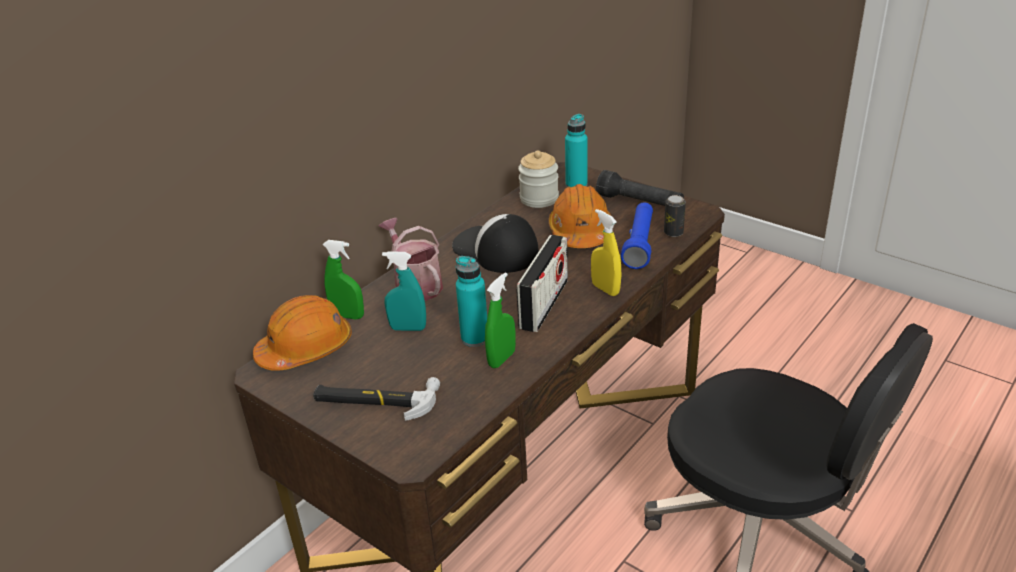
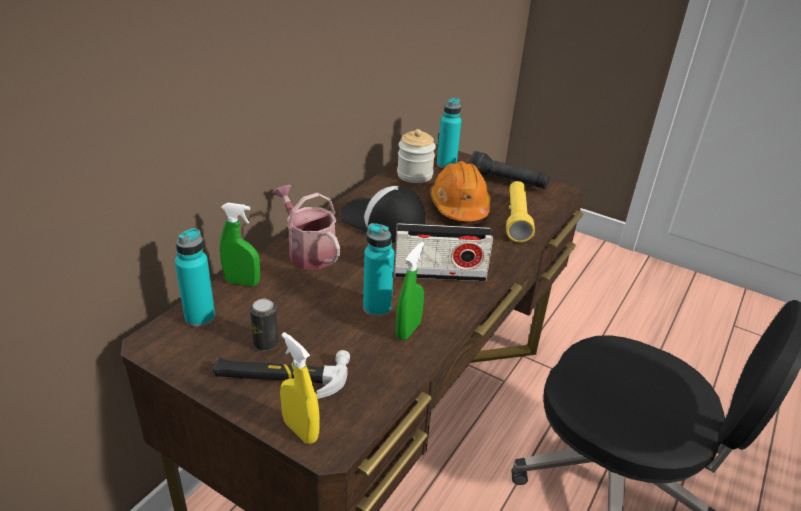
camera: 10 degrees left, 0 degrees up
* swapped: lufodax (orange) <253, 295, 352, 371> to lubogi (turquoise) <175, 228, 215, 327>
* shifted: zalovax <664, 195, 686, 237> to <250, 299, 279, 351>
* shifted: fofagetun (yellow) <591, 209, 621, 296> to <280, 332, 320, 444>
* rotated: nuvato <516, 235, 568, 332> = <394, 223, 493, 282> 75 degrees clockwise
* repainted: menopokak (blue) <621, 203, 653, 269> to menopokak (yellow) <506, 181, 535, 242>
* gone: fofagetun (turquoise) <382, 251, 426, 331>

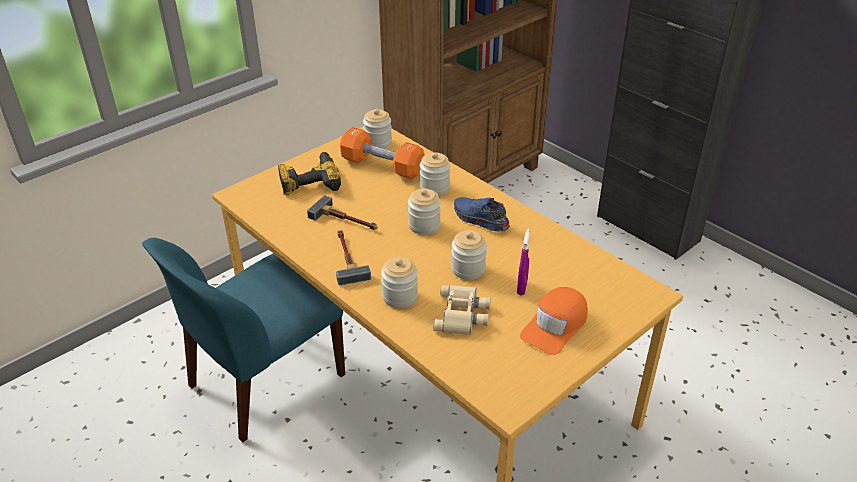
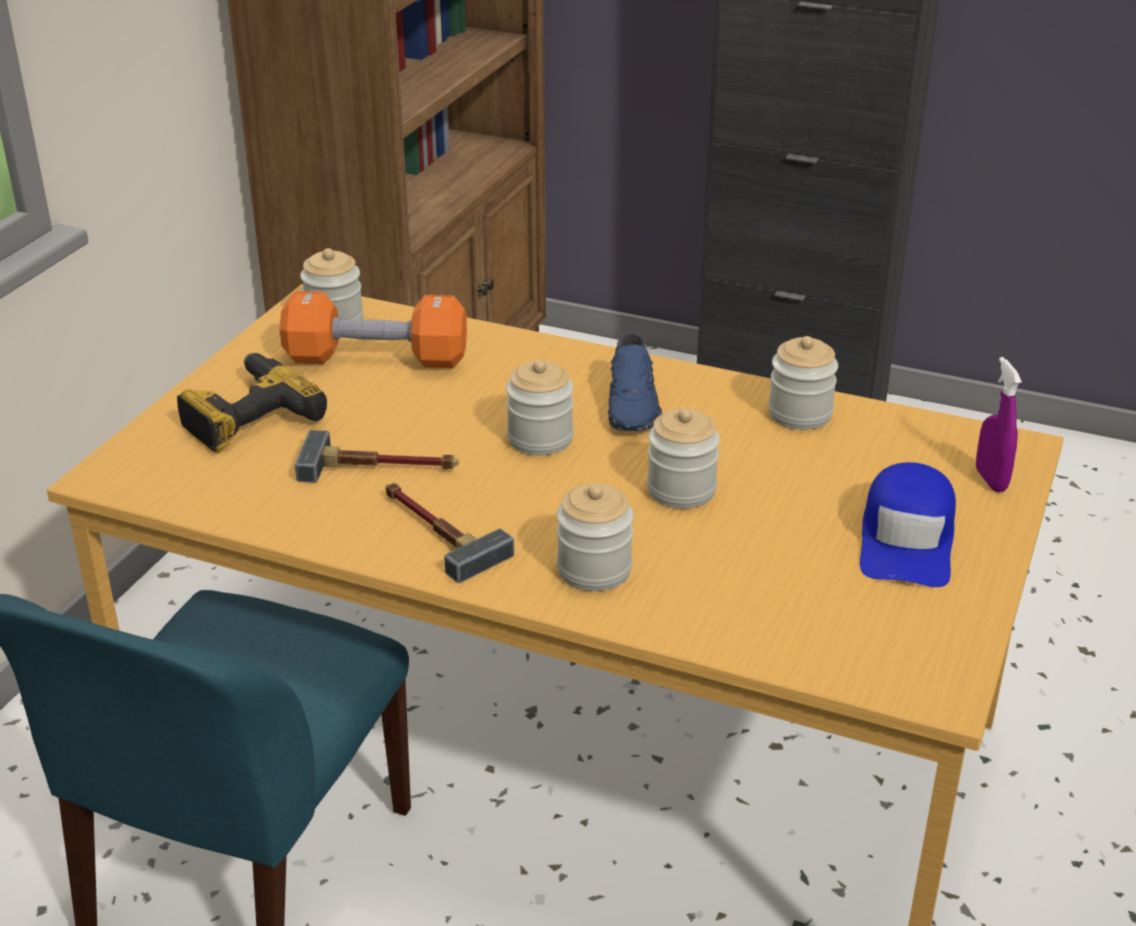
camera: 25 degrees left, 5 degrees down
* rotated: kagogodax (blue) <454, 197, 510, 232> = <608, 333, 662, 431> 105 degrees counterclockwise
* shifted: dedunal <420, 152, 450, 196> to <768, 336, 838, 430>
* repainted: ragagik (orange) <520, 287, 588, 355> to ragagik (blue) <860, 462, 956, 587>
* shifted: fofagetun (purple) <517, 229, 530, 295> to <976, 357, 1022, 492>
* gone: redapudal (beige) <434, 285, 491, 335>

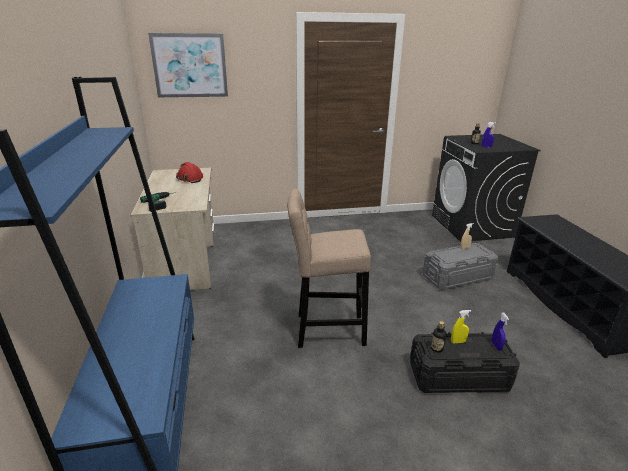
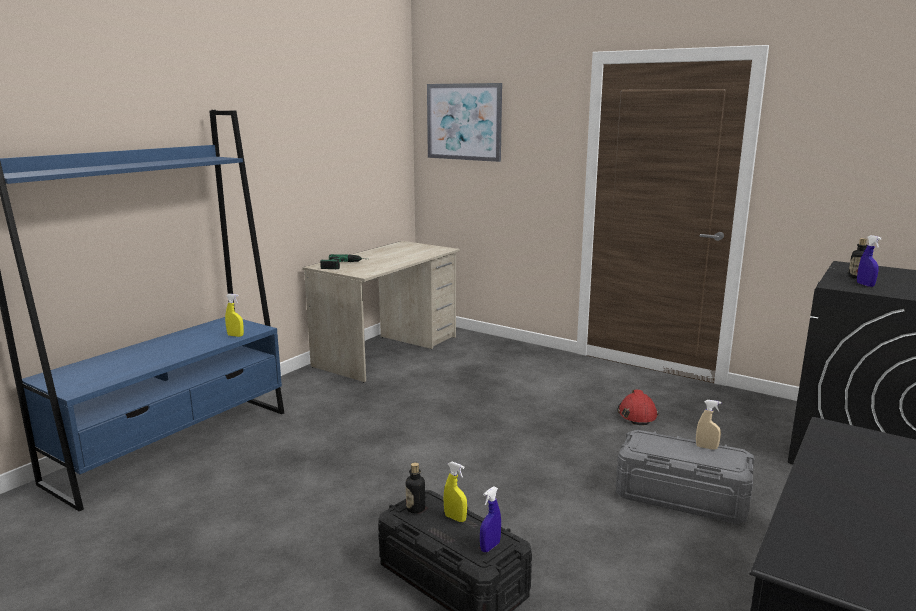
camera: 45 degrees right, 10 degrees down
* new: fofagetun (yellow) <225, 294, 244, 337>
* shifted: lufodax (red) <176, 162, 203, 183> to <617, 389, 658, 425>
* gone: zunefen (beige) <287, 188, 371, 348>

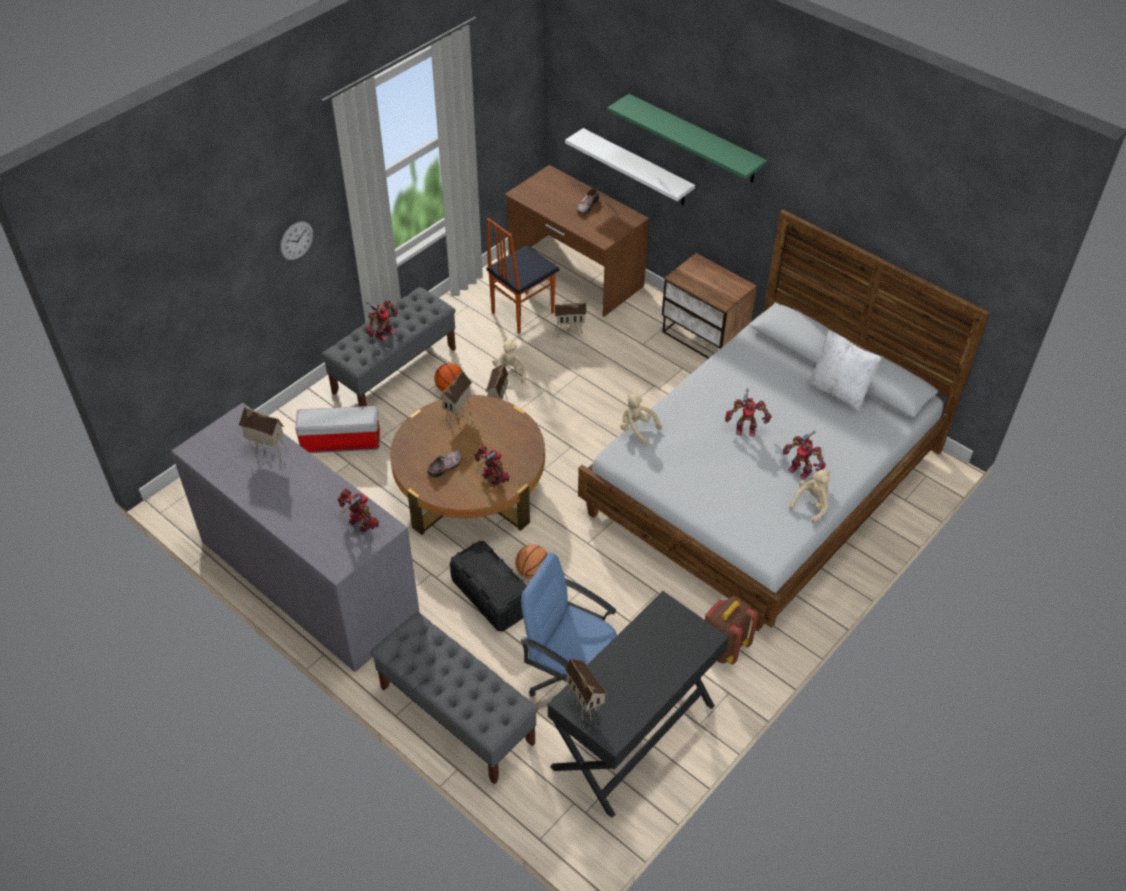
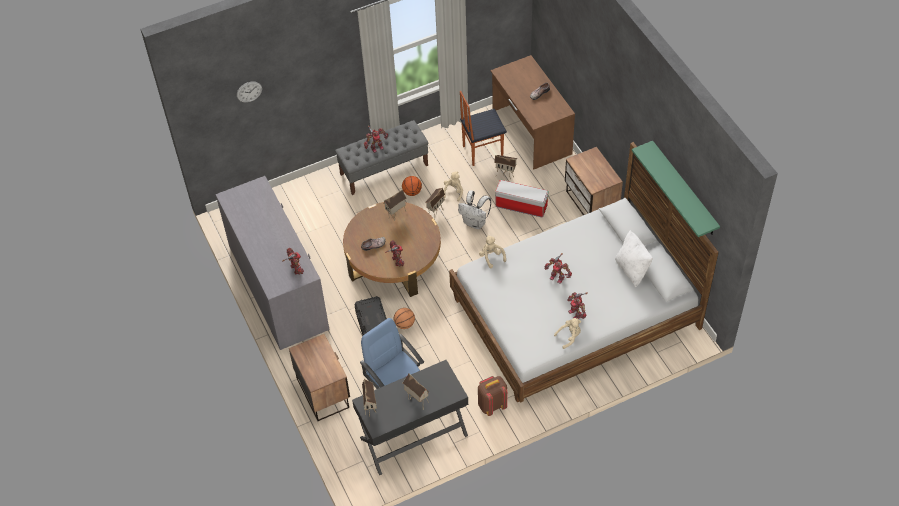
camera: 25 degrees right, 5 degrees up
* shifted: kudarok <280, 221, 313, 260> to <237, 81, 262, 103>
* swapped: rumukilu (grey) <371, 612, 538, 784> to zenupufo <289, 334, 350, 421>
* shifted: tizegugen <239, 406, 288, 460> to <403, 373, 430, 404>
* new: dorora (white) <458, 190, 491, 229>
* shifted: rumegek <295, 406, 380, 453> to <495, 180, 549, 217>
* shifted: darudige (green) <607, 94, 767, 183> to <632, 141, 720, 237>
* gone: darudige (white) <565, 128, 695, 205>

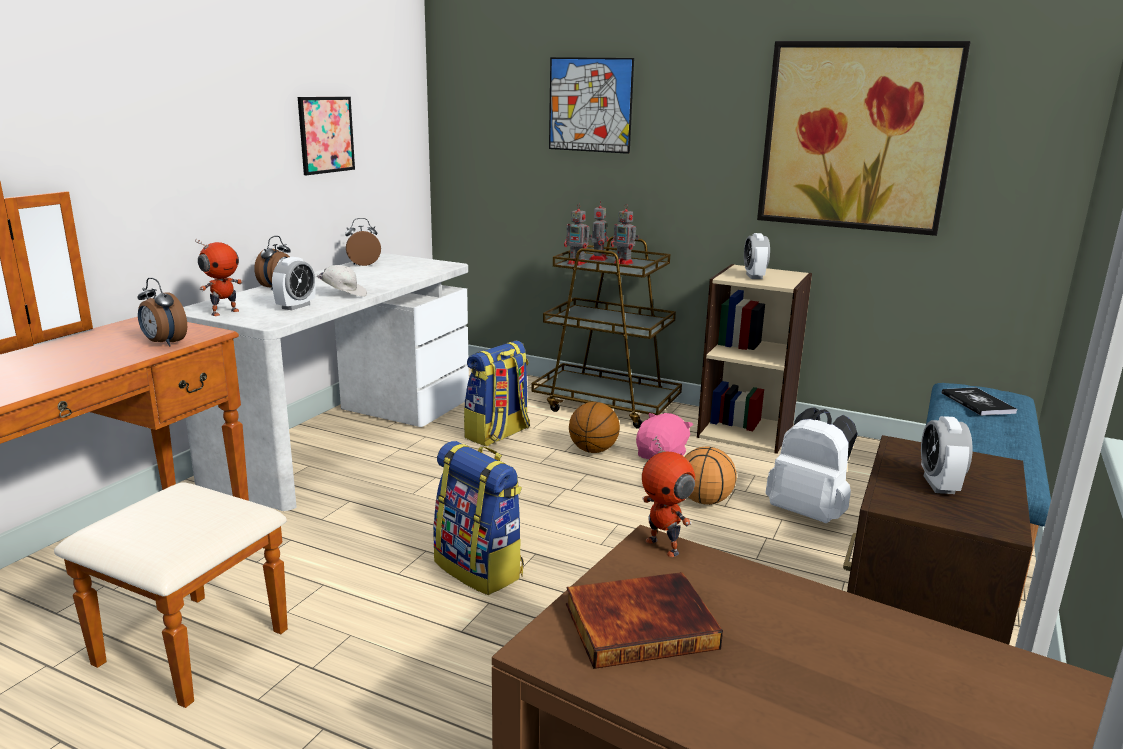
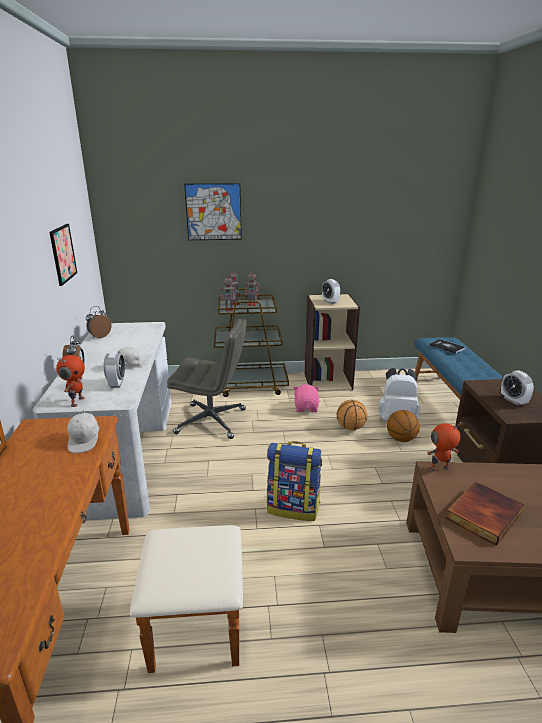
camera: 30 degrees left, 5 degrees up
* swapped: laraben <137, 278, 187, 346> to ragagik (white) <67, 409, 99, 453>
* swapped: dorora <464, 341, 530, 446> to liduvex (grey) <167, 319, 246, 439>
* shifted: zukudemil <569, 402, 620, 453> to <387, 410, 420, 442>
* rotated: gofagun <642, 436, 695, 557> = <427, 422, 463, 471> 150 degrees clockwise
* gone: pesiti <757, 41, 970, 236>

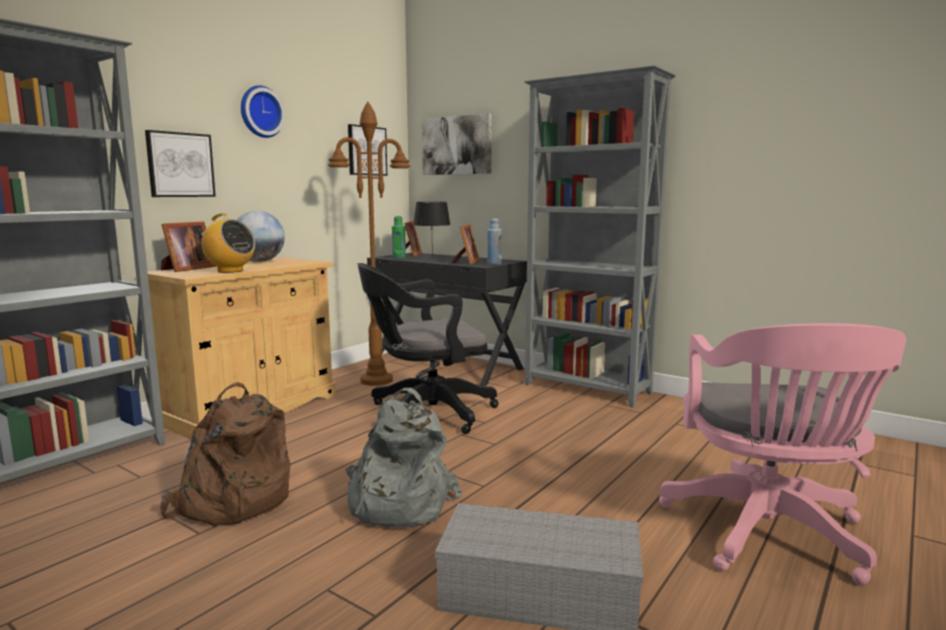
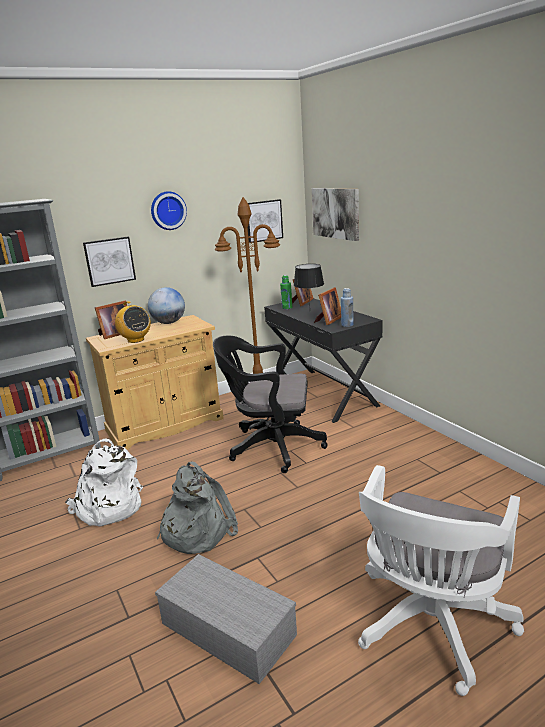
camera: 25 degrees right, 10 degrees up
* repainted: dorora (brown) <160, 382, 291, 526> to dorora (white) <65, 438, 143, 526>
* repainted: liduvex (pink) <659, 323, 906, 585> to liduvex (white) <358, 465, 524, 696>
* gone: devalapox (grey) <524, 65, 676, 407>

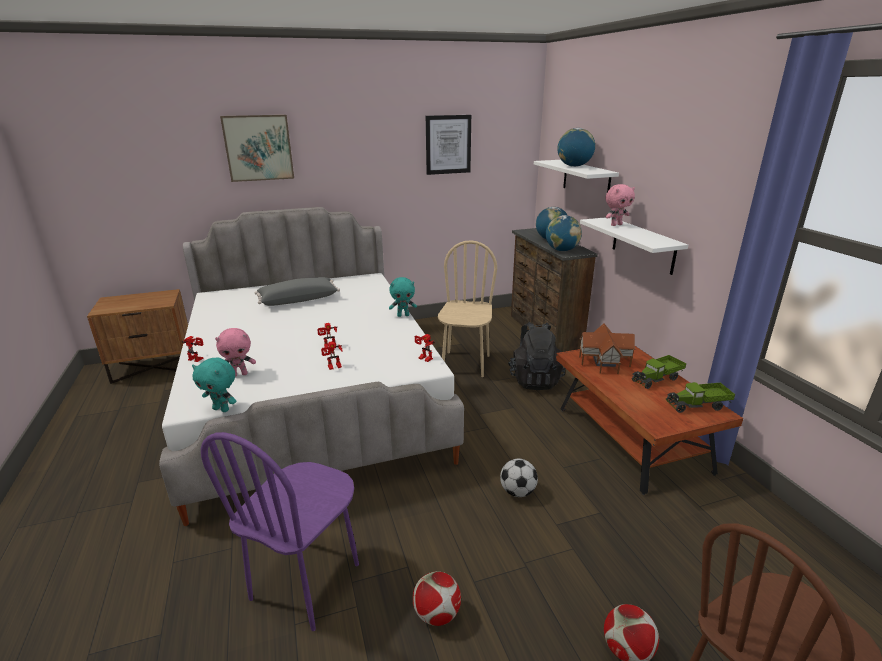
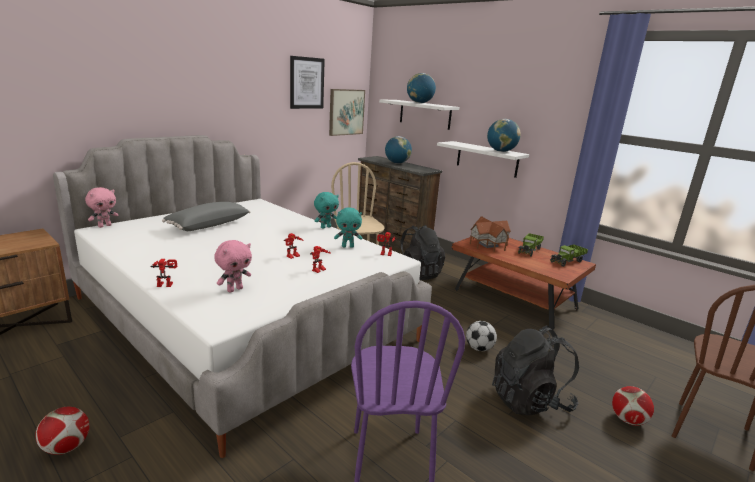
camera: 30 degrees left, 5 degrees down
* shifted: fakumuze <413, 571, 461, 626> to <35, 407, 90, 455>
* shifted: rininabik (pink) <605, 184, 635, 226> to <85, 187, 118, 228>
* shifted: pesiti <220, 115, 294, 182> to <329, 89, 365, 136>
* shifted: rininabik (turquoise) <192, 358, 236, 412> to <334, 207, 362, 247>
* shifted: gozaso <546, 215, 582, 251> to <487, 119, 521, 152>
* new: dorora (black) <492, 326, 579, 416>

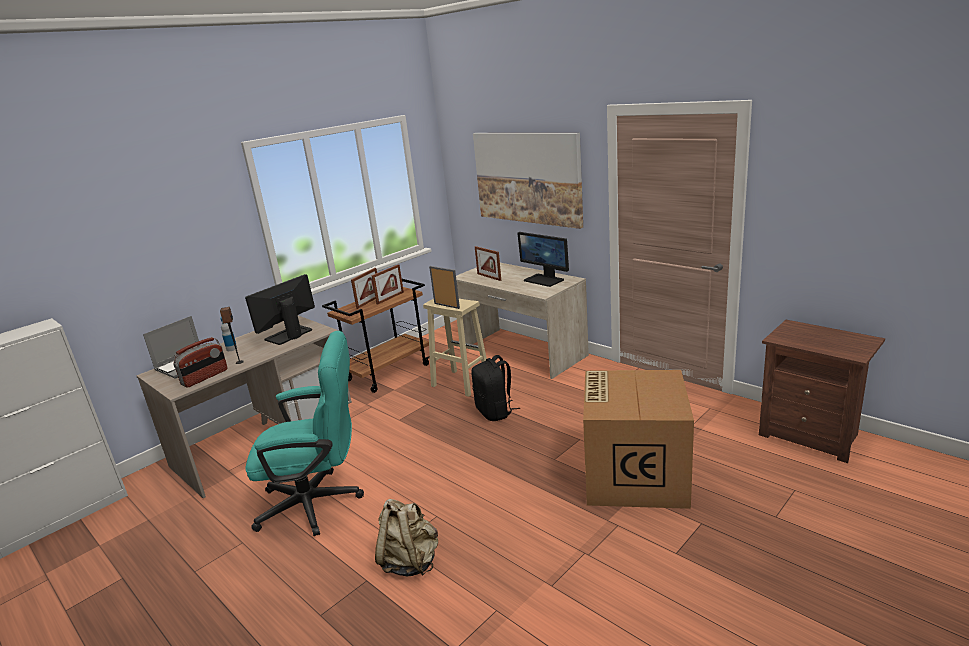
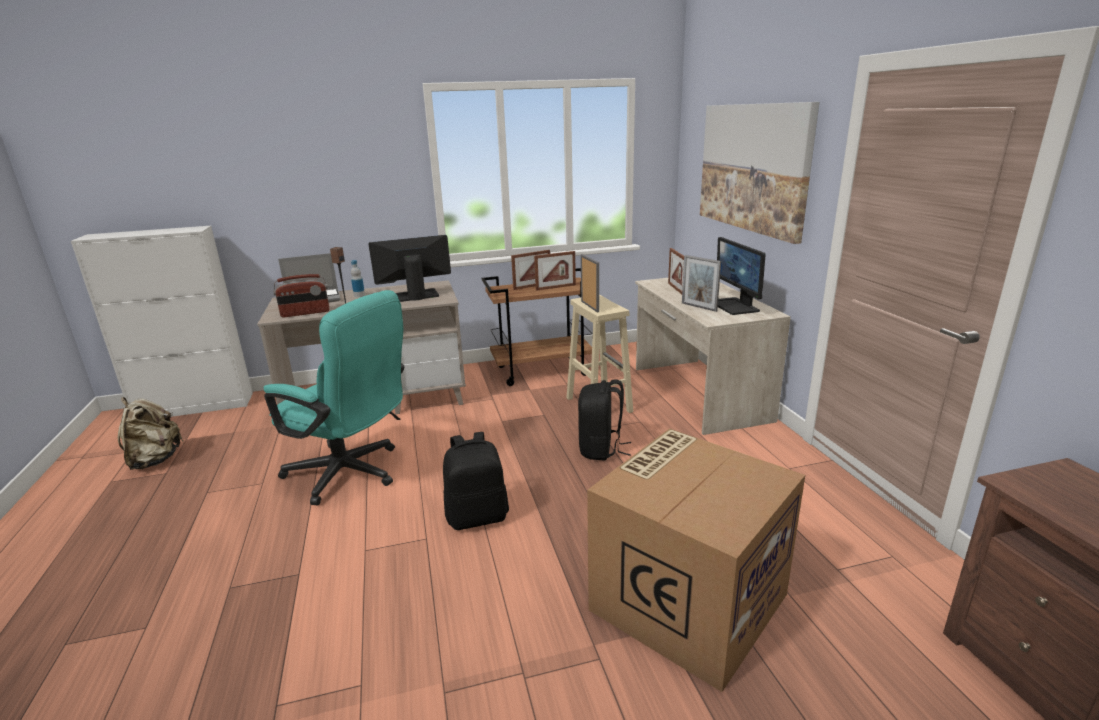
camera: 30 degrees right, 0 degrees up
* shifted: dorora (beige) <375, 499, 438, 576> to <118, 397, 183, 470>
* new: dorora (black) <443, 432, 509, 530>
* new: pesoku <682, 255, 721, 312>

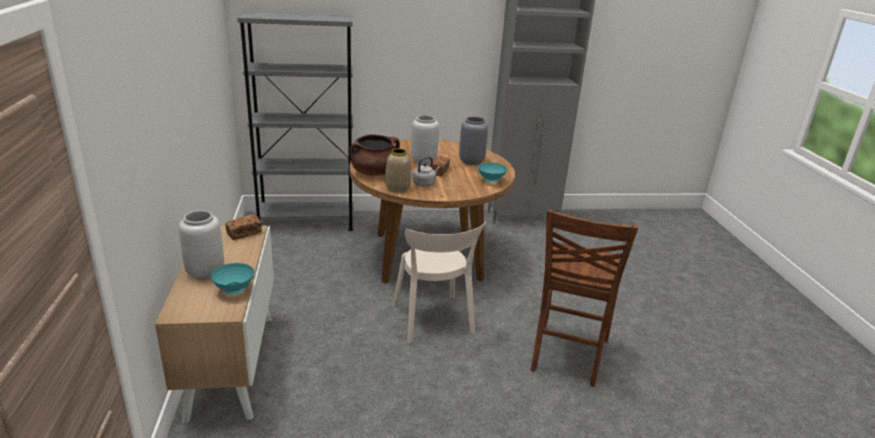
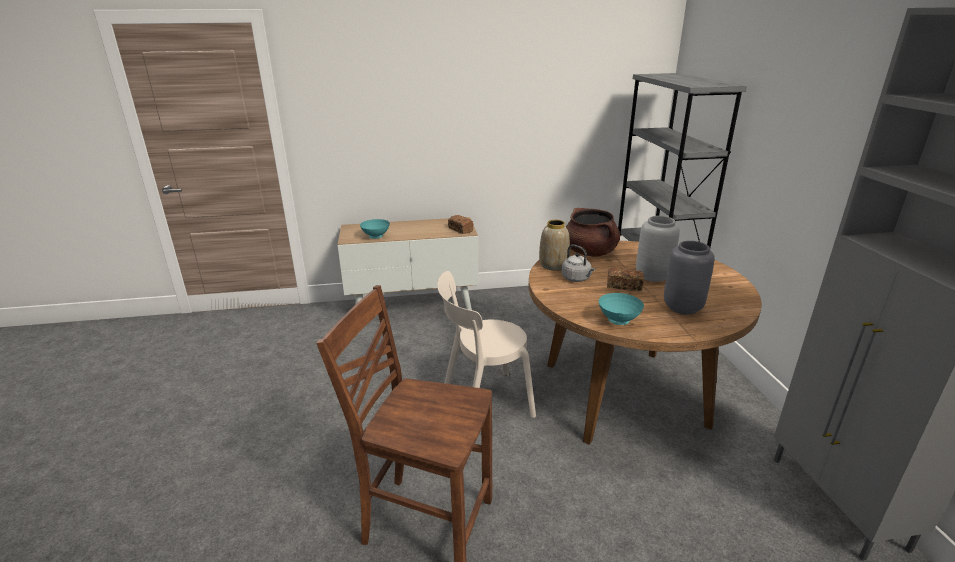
camera: 90 degrees right, 0 degrees up
* gone: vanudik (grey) <179, 210, 224, 280>

